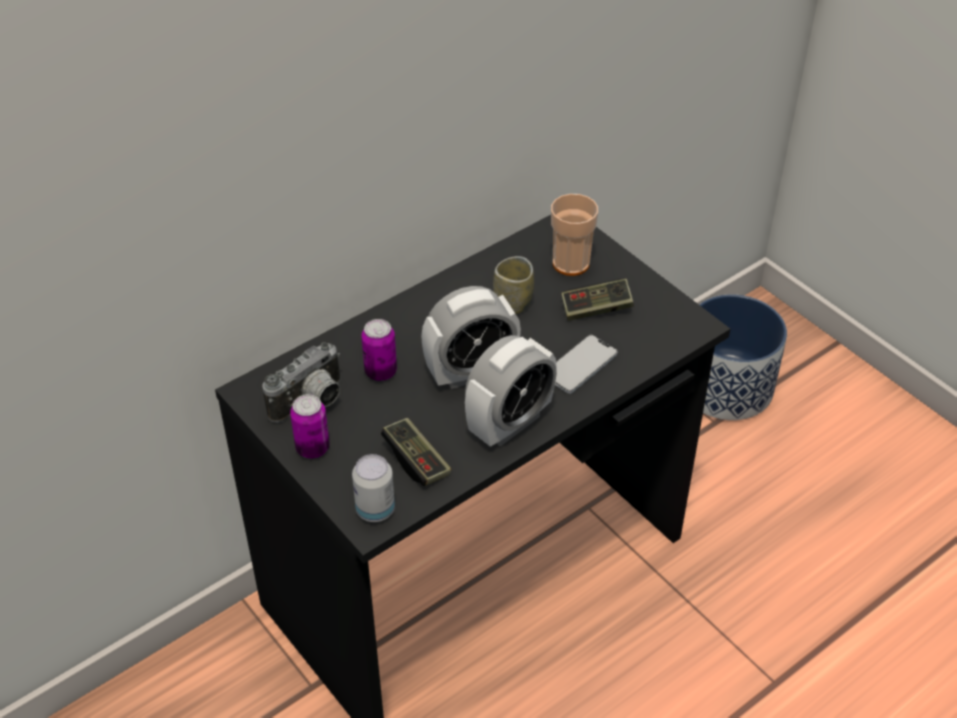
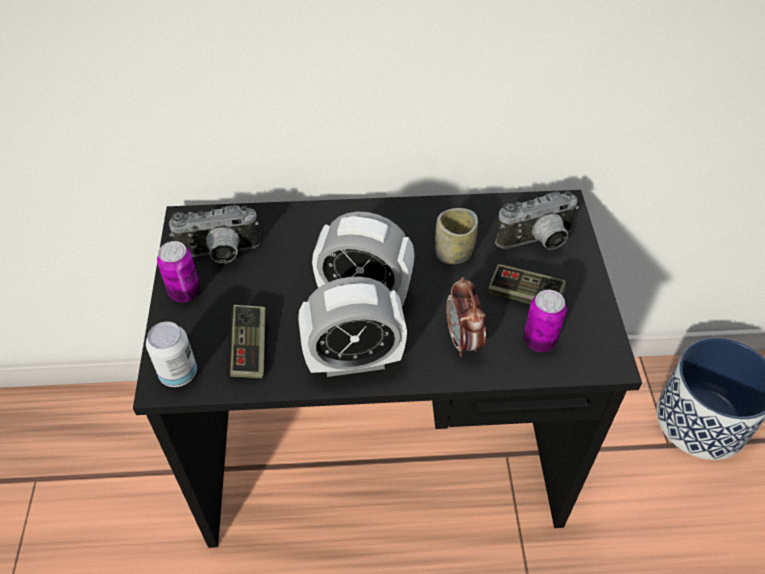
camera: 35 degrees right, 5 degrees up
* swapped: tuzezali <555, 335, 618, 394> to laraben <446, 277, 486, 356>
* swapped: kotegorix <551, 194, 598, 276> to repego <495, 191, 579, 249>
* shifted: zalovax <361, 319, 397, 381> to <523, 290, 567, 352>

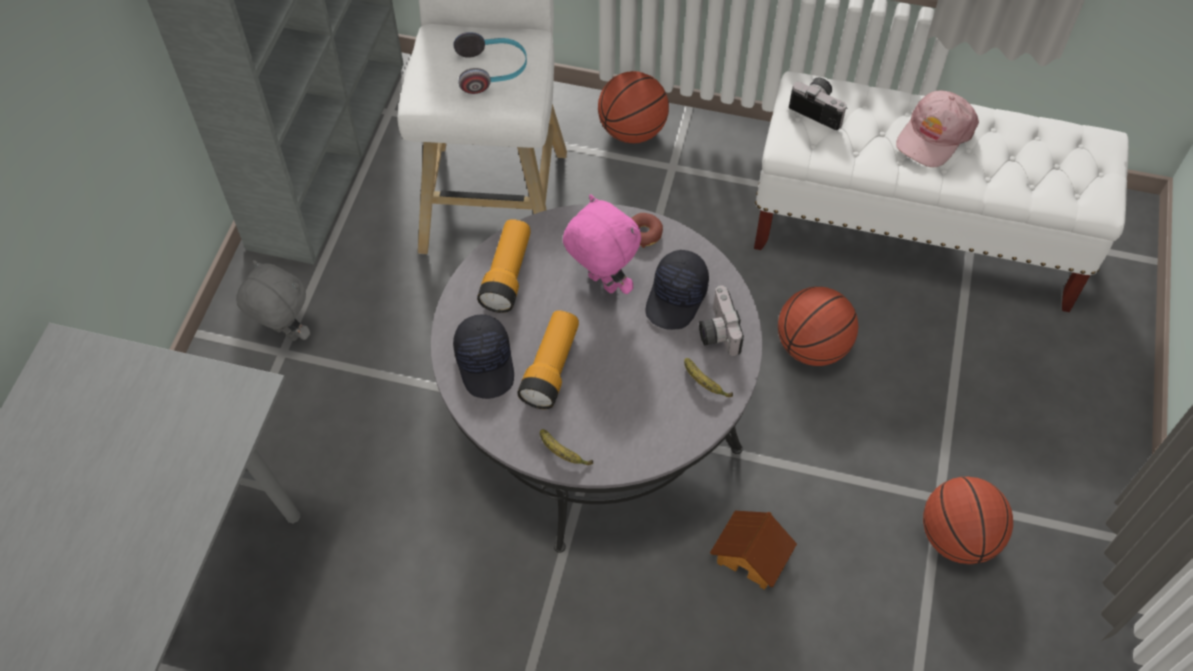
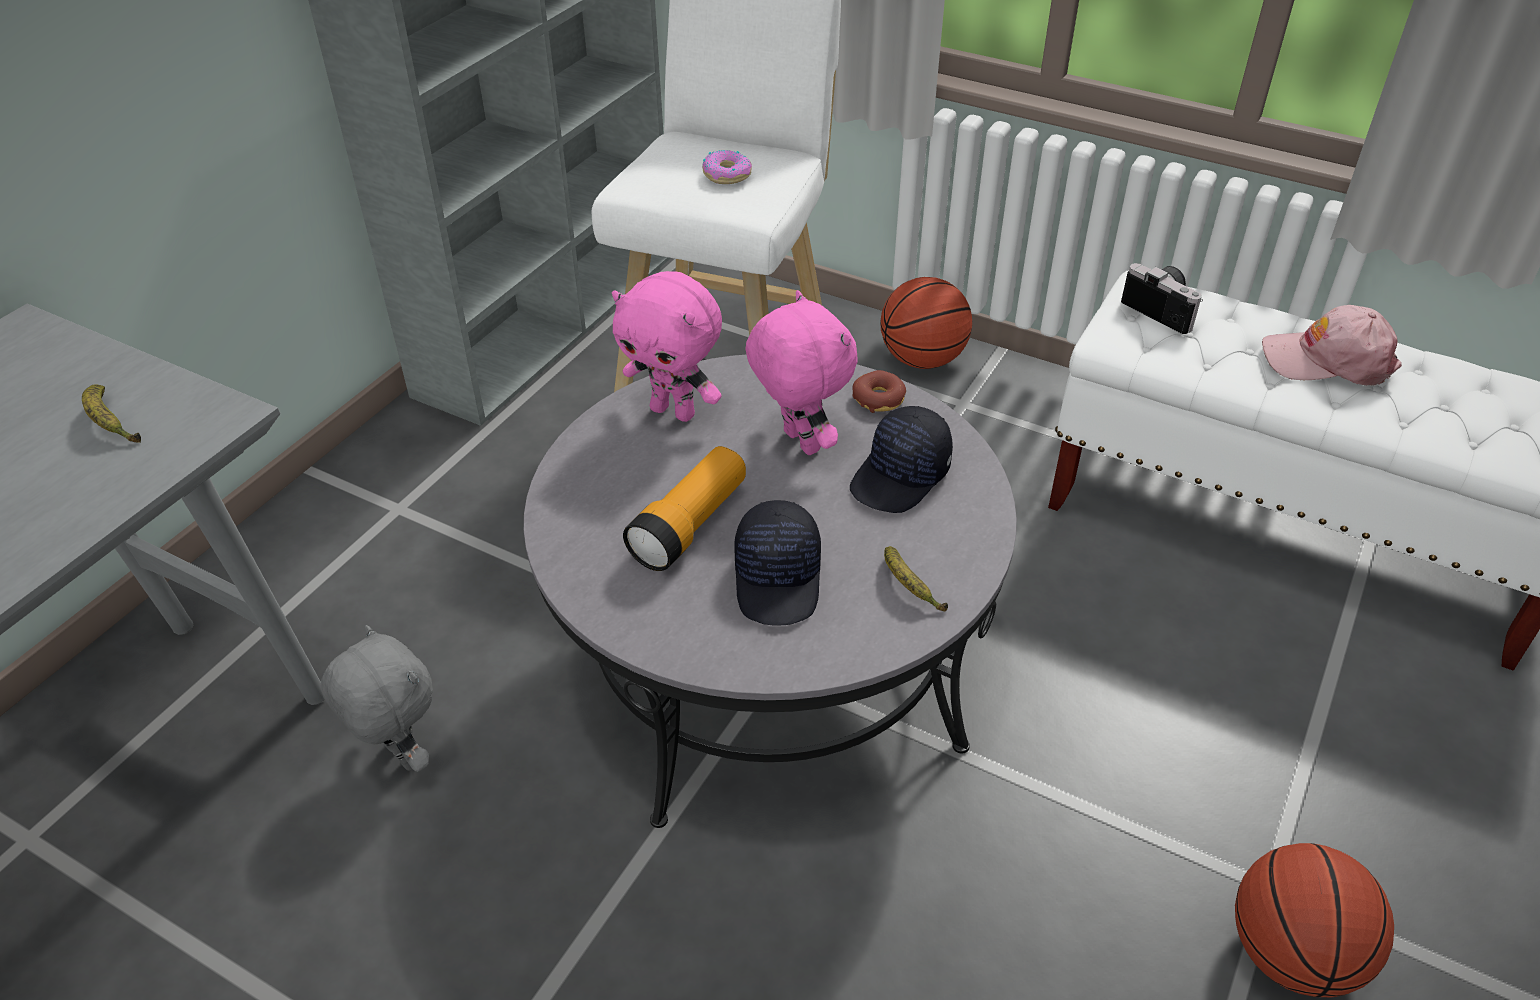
camera: 15 degrees right, 15 degrees down
* shifted: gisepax <540, 429, 593, 465> to <82, 384, 141, 443>
* shifted: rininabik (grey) <236, 260, 310, 341> to <320, 625, 433, 772>
* swapped: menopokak <477, 219, 531, 313> to rininabik (pink) <612, 271, 722, 422>
* swapped: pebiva <453, 32, 527, 94> to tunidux <702, 150, 752, 184>
* shifted: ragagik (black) <453, 315, 514, 399> to <734, 500, 821, 626>
* rotated: ragagik (pink) <896, 90, 979, 167> = <1262, 305, 1402, 386> 45 degrees clockwise
* gone: repego <699, 285, 744, 356>
* gone: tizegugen <710, 511, 797, 590>
* gone: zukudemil <778, 287, 858, 366>

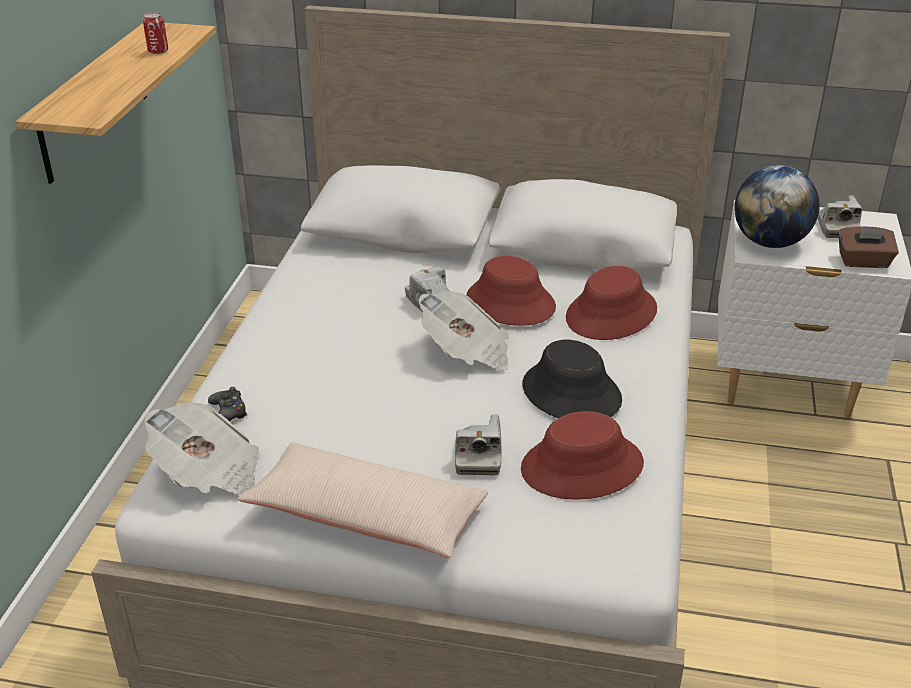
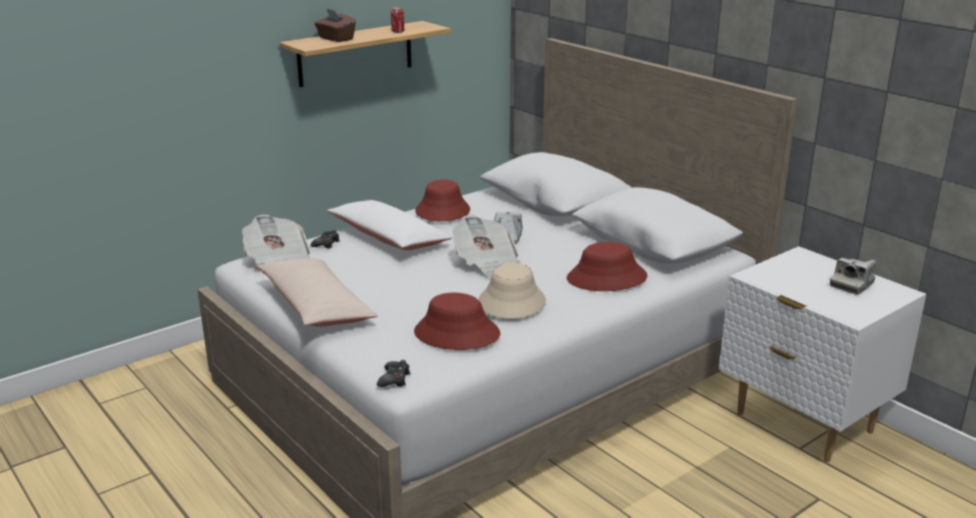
camera: 40 degrees right, 10 degrees down
* shifted: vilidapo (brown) <839, 226, 899, 268> to <315, 8, 356, 42>
* new: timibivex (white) <326, 200, 453, 250>
* new: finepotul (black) <377, 360, 411, 387>
* shifted: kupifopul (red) <466, 256, 556, 326> to <415, 179, 470, 221>
* repainted: kupifopul (black) <523, 340, 622, 418> to kupifopul (beige) <478, 263, 546, 319>
* gone: repego <455, 414, 502, 475>
* gone: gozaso <734, 165, 820, 248>

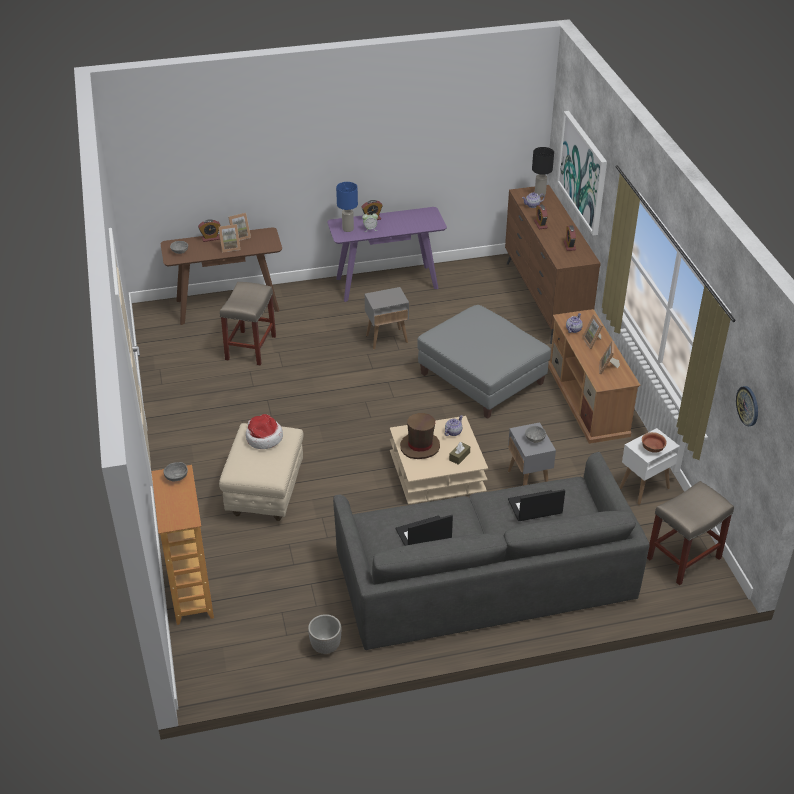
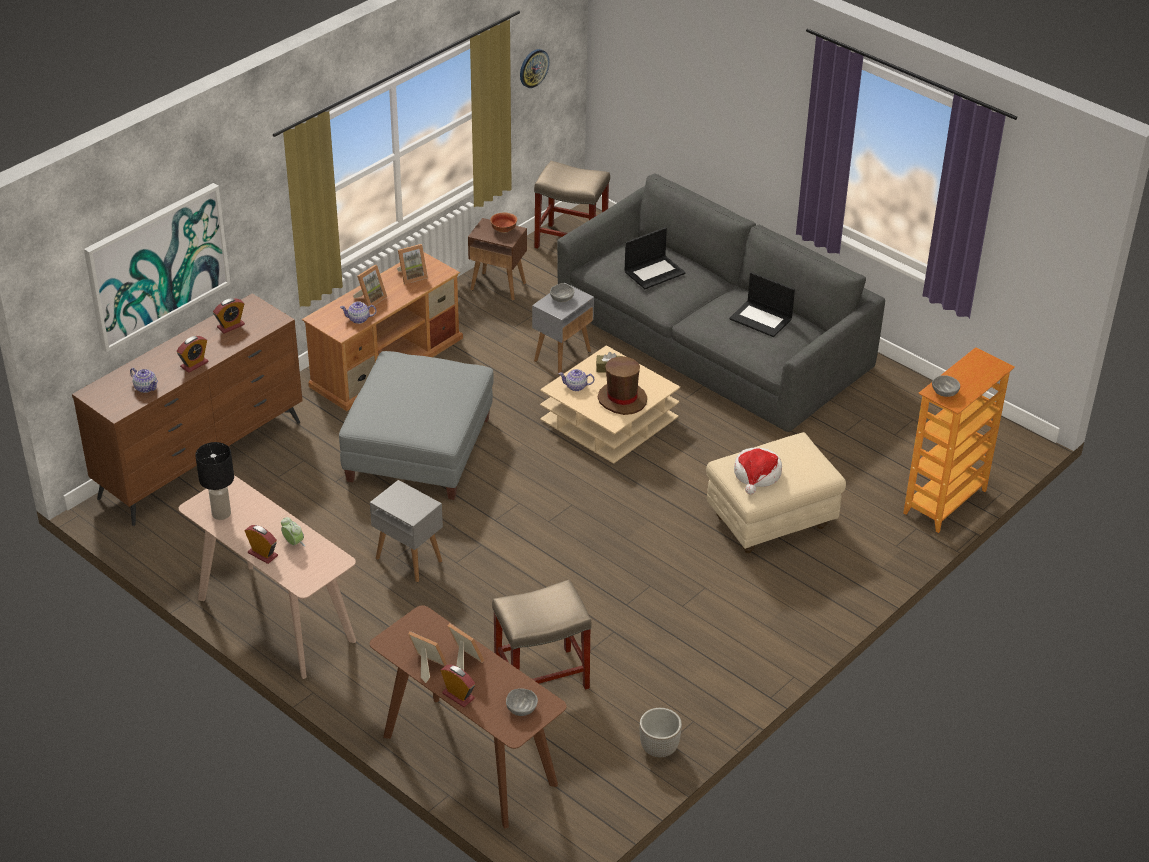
camera: 125 degrees left, 0 degrees up
* repainted: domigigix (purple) <327, 207, 447, 302> to domigigix (beige) <179, 476, 356, 679>
* shifted: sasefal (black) <532, 147, 554, 197> to <195, 442, 234, 520>
* repainted: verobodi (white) <619, 428, 680, 505> to verobodi (brown) <468, 218, 527, 301>
* rotated: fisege <508, 489, 565, 521> = <625, 227, 685, 289> 75 degrees counterclockwise
* shifted: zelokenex <308, 614, 342, 654> to <640, 708, 682, 757>
* gone: sasefal (blue) <336, 182, 358, 232>

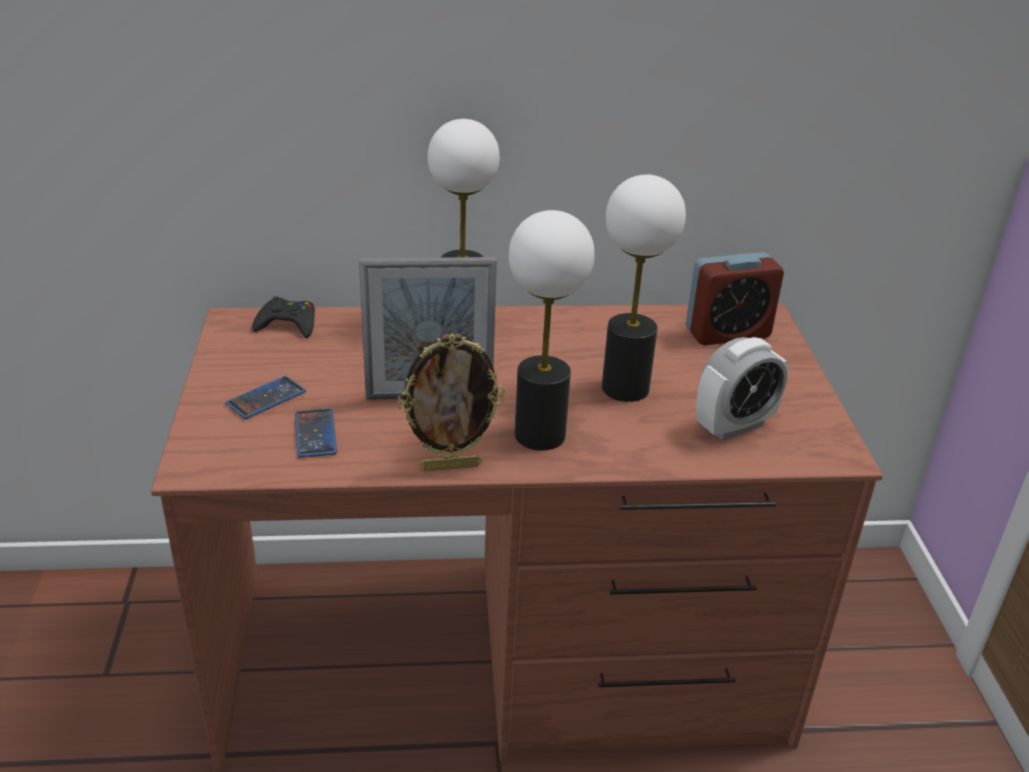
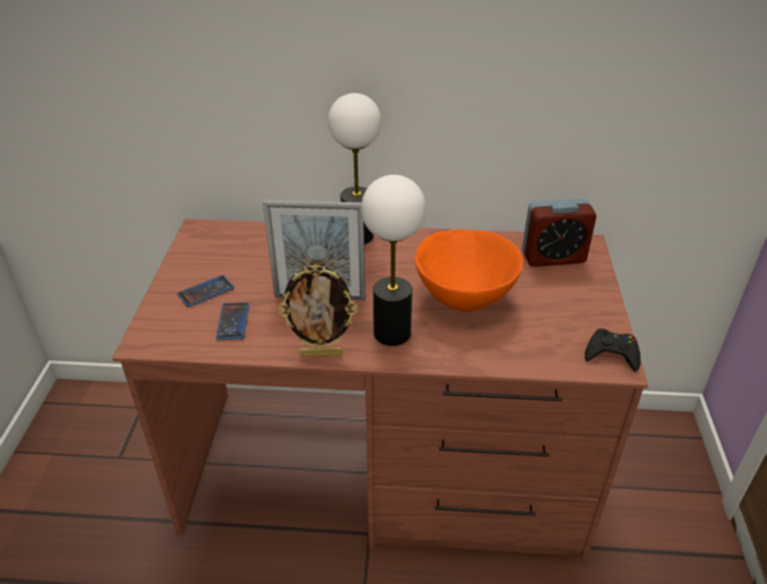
camera: 10 degrees right, 5 degrees up
* swapped: sasefal <602, 175, 686, 402> to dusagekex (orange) <415, 229, 523, 312>
* shifted: finepotul (black) <252, 296, 315, 338> to <585, 328, 641, 372>
* gone: laraben <696, 337, 788, 441>

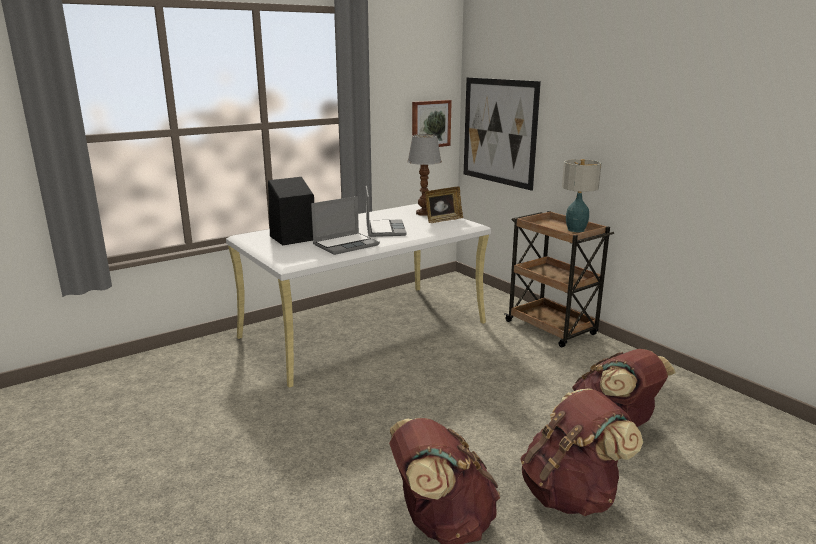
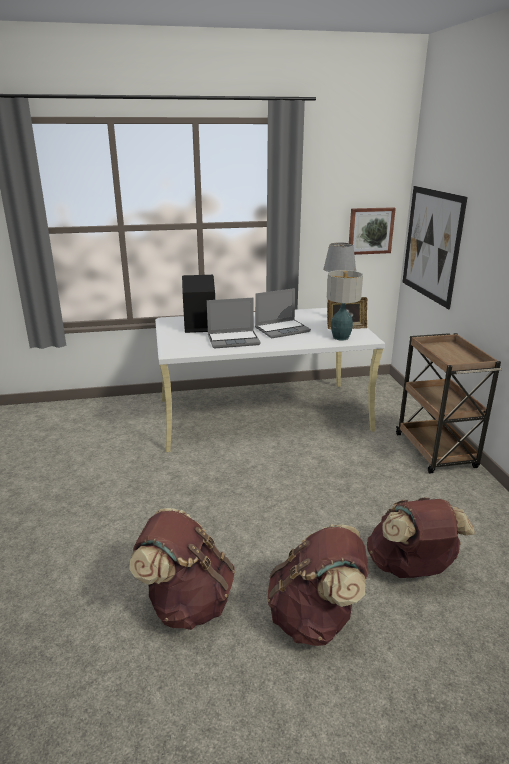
camera: 25 degrees right, 5 degrees up
* rotated: fisege <366, 186, 407, 237> = <255, 288, 311, 339> 45 degrees clockwise
* shifted: sasefal <562, 159, 602, 232> to <327, 270, 363, 340>

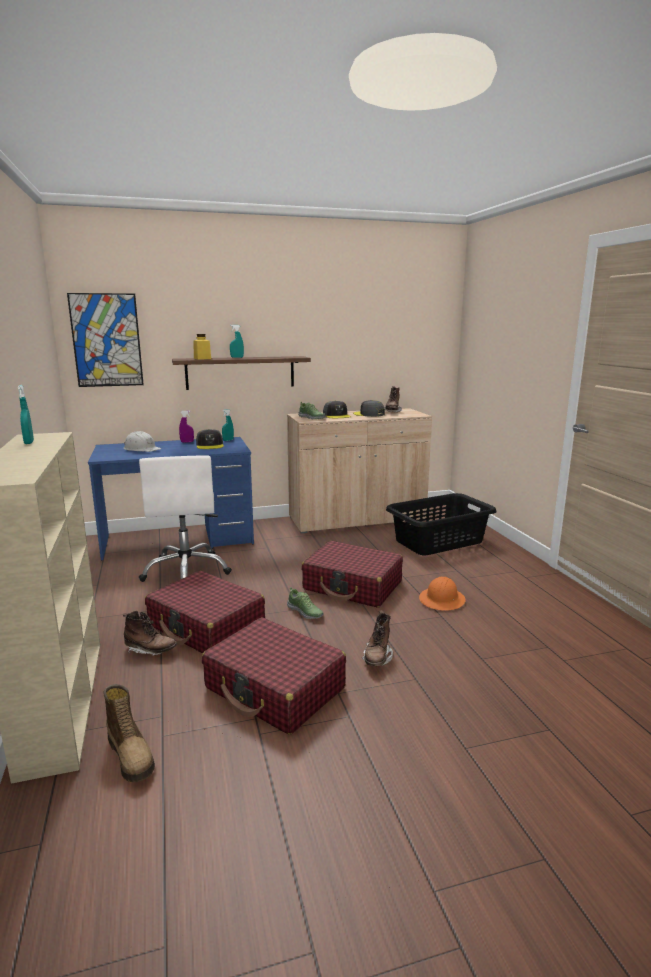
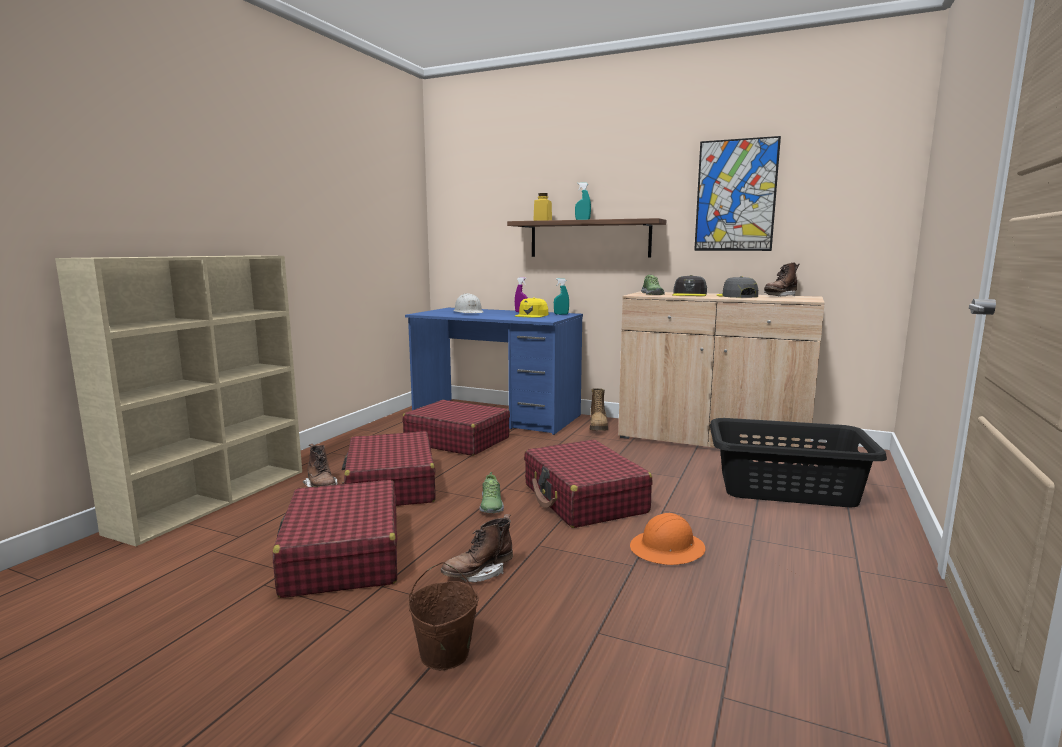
camera: 40 degrees right, 5 degrees down
* swapped: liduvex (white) <139, 456, 232, 582> to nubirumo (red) <402, 400, 510, 456>
* new: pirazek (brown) <408, 562, 479, 670>
* repainted: ragagik (grey) <196, 429, 224, 449> to ragagik (yellow) <515, 298, 548, 318>
* shifted: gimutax <104, 684, 155, 782> to <589, 388, 608, 431>
* shifted: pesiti <67, 293, 144, 387> to <694, 136, 781, 251>
* gone: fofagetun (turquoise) <18, 385, 34, 444>

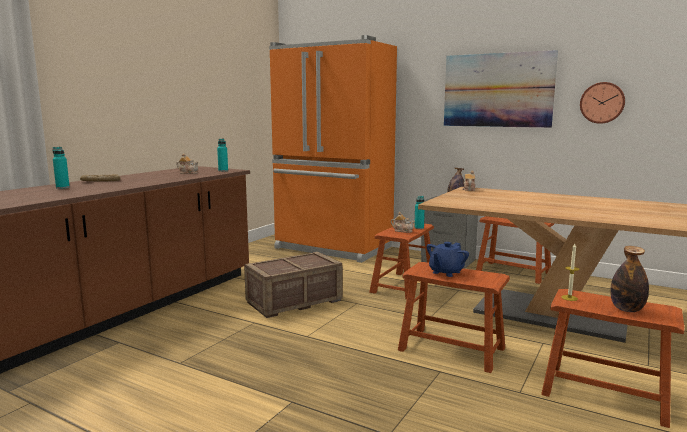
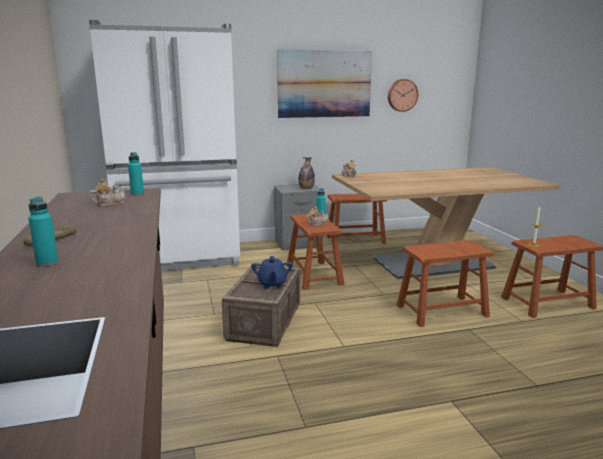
camera: 45 degrees left, 5 degrees up
* repainted: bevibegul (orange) <269, 35, 397, 263> to bevibegul (white) <89, 20, 240, 271>
* shifted: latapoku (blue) <427, 242, 469, 277> to <251, 256, 293, 288>
* gone: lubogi <610, 246, 649, 312>

